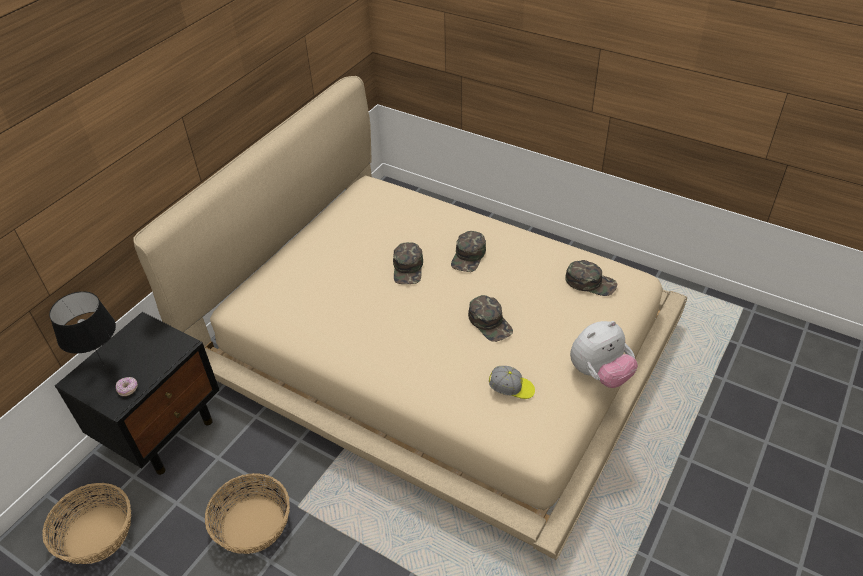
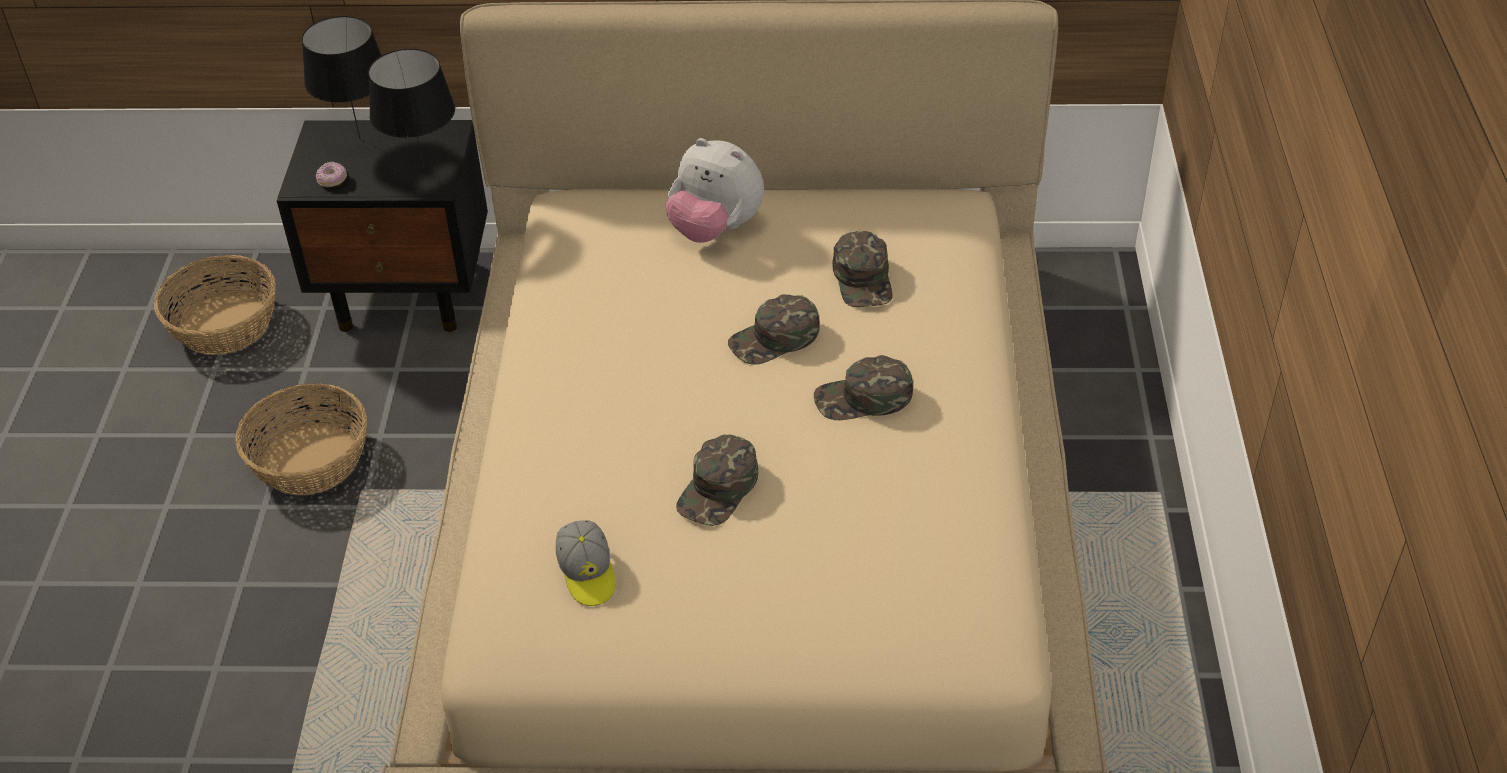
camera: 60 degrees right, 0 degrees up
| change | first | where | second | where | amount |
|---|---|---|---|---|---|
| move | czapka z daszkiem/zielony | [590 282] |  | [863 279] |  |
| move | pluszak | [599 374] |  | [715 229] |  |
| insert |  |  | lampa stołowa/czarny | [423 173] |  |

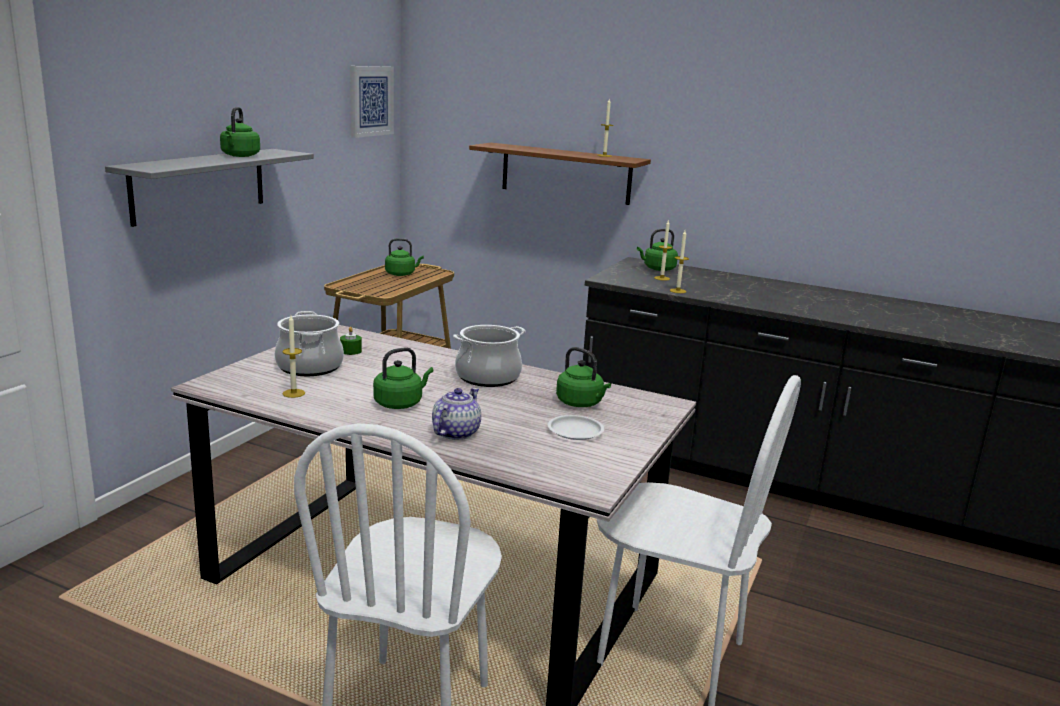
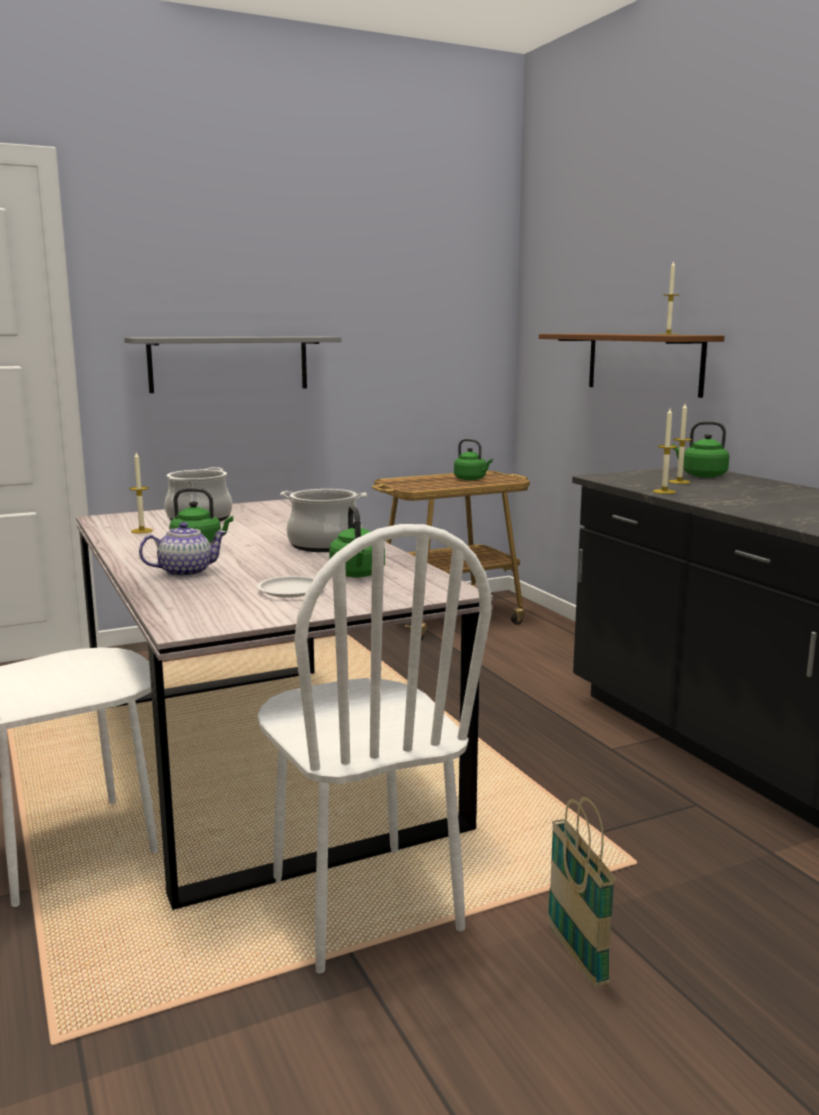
camera: 40 degrees right, 5 degrees down
| change | first | where | second | where | amount |
|---|---|---|---|---|---|
| delete | obraz | [370 101] |  |  |  |
| delete | czajnik/zielony | [240 156] |  |  |  |
| delete | świeca/zielony | [351 351] |  |  |  |
| insert |  |  | koszyk | [576 954] |  |

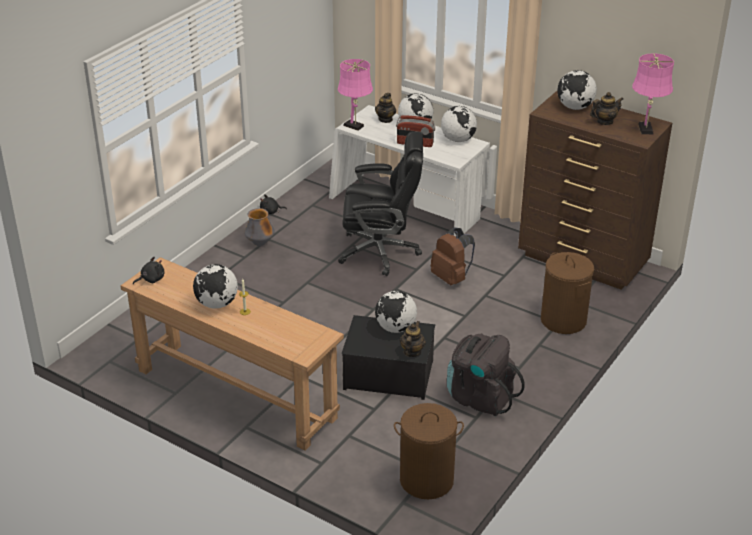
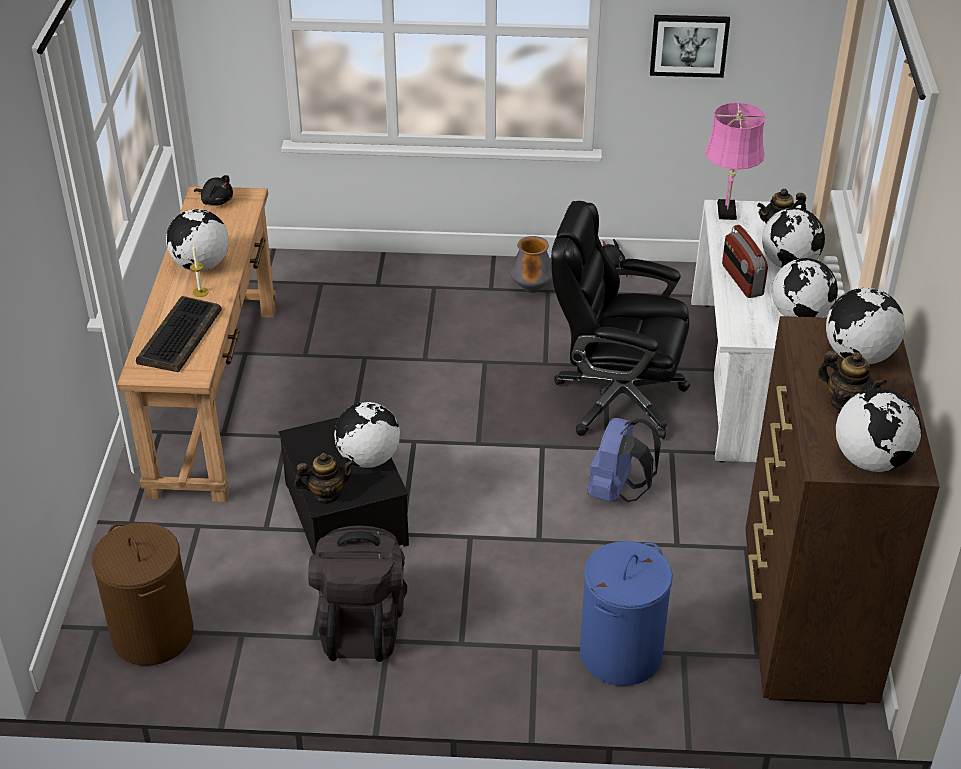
camera: 60 degrees right, 5 degrees up
| change | first | where | second | where | amount |
|---|---|---|---|---|---|
| replace | lampa stołowa/różowy | [646 130] | globus | [871 460] |  |
| rotate | krzesło biurowe/czarny | [381 251] |  | [616 398] | 135 degrees clockwise |
| recolor | plecak/brązowy | [451 278] | plecak/niebieski | [618 491] |  |
| recolor | kosz na pranie/brązowy | [563 320] | kosz na pranie/niebieski | [620 654] |  |
| insert |  |  | obraz | [689 45] |  |
| insert |  |  | klawiatura | [179 335] |  |

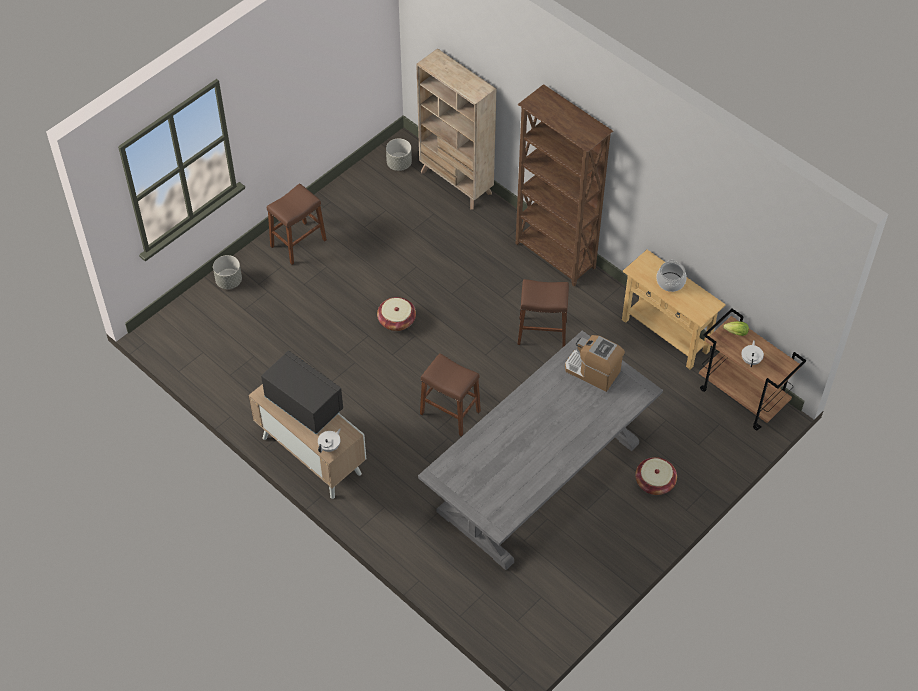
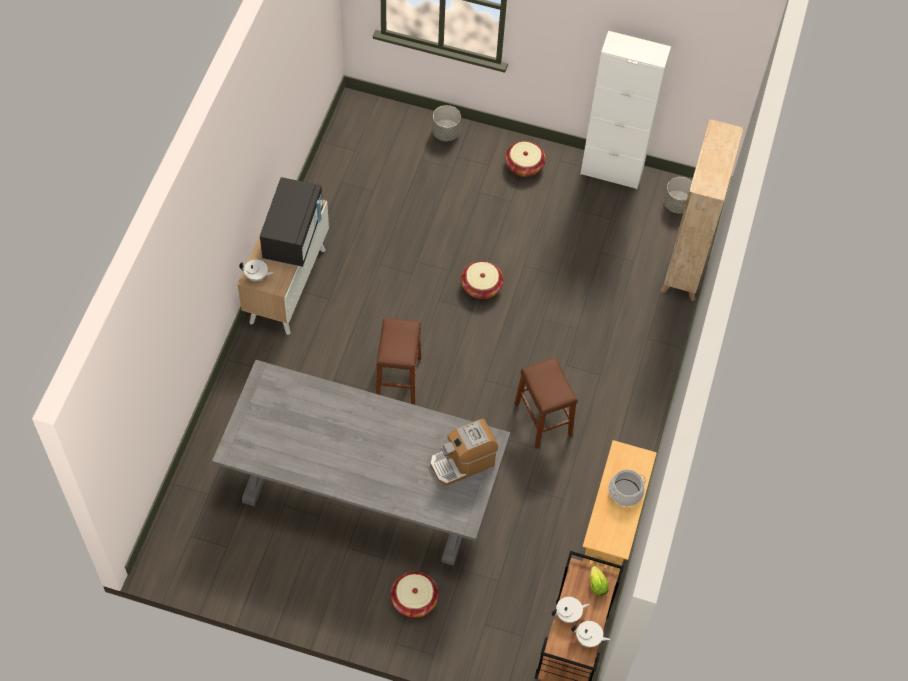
camera: 60 degrees right, 5 degrees up
| change | first | where | second | where | amount |
|---|---|---|---|---|---|
| delete | regał/brązowy | [555 256] |  |  |  |
| replace | stołek/brązowy | [298 243] | koszyk | [524 166] |  |
| rotate | ekspres do kawy | [592 371] |  | [462 462] | 120 degrees counterclockwise |
| insert |  |  | szafka/biały | [611 171] |  |
| insert |  |  | imbryk/biały | [588 639] |  |

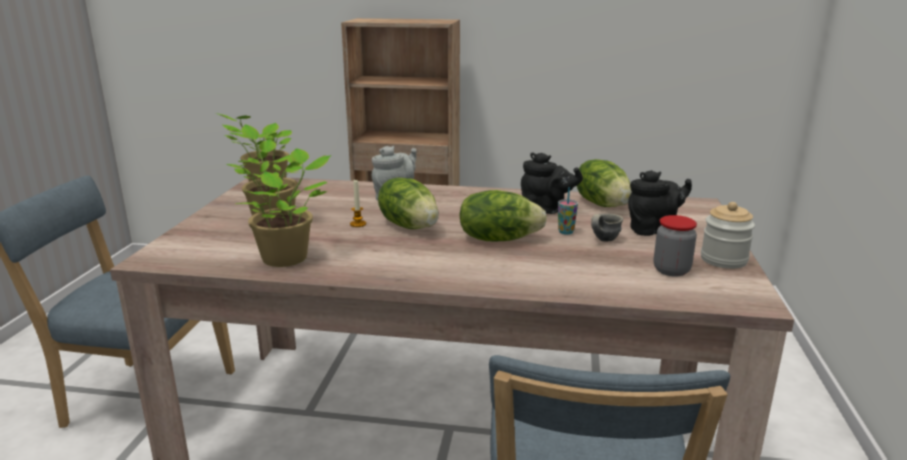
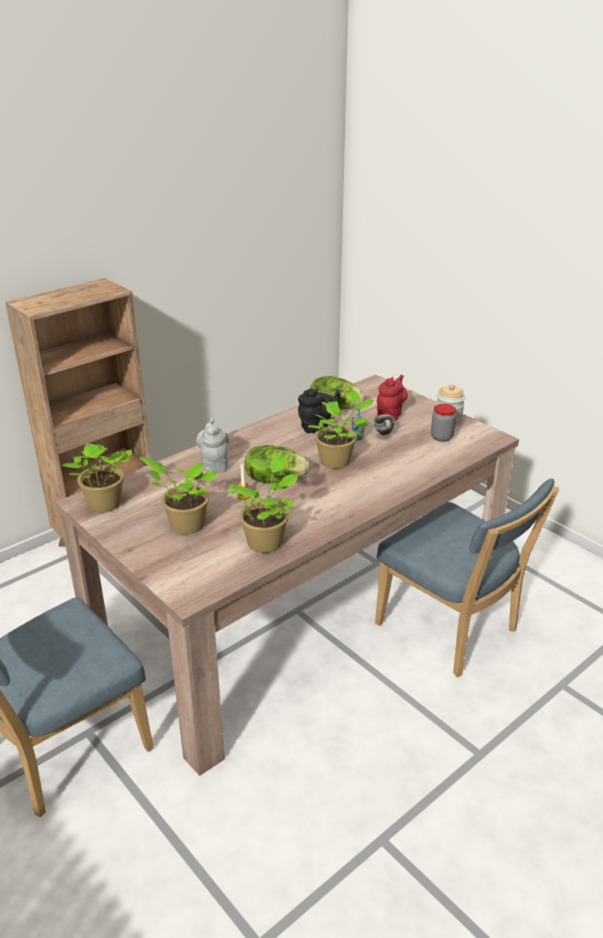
camera: 50 degrees left, 10 degrees up
| change | first | where | second | where | amount |
|---|---|---|---|---|---|
| recolor | imbryk/czarny | [653 230] | imbryk/czerwony | [390 414] |  |
| replace | sałata | [498 238] | roślina doniczkowa | [337 461] |  |

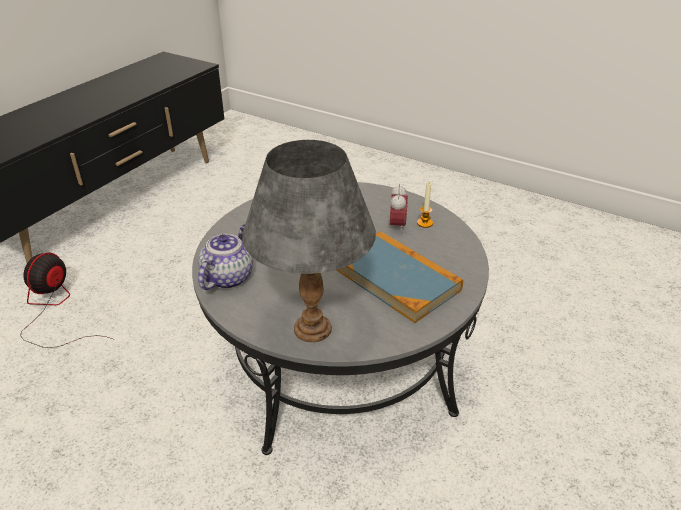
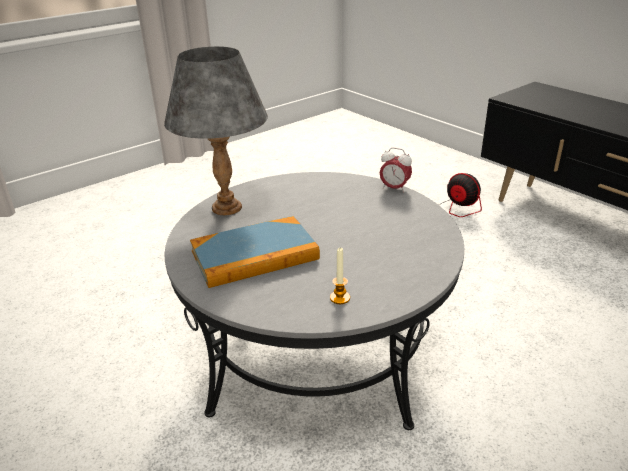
camera: 110 degrees right, 5 degrees down
| change | first | where | second | where | amount |
|---|---|---|---|---|---|
| move | budzik | [397 226] |  | [394 188] |  |
| delete | imbryk | [228 277] |  |  |  |

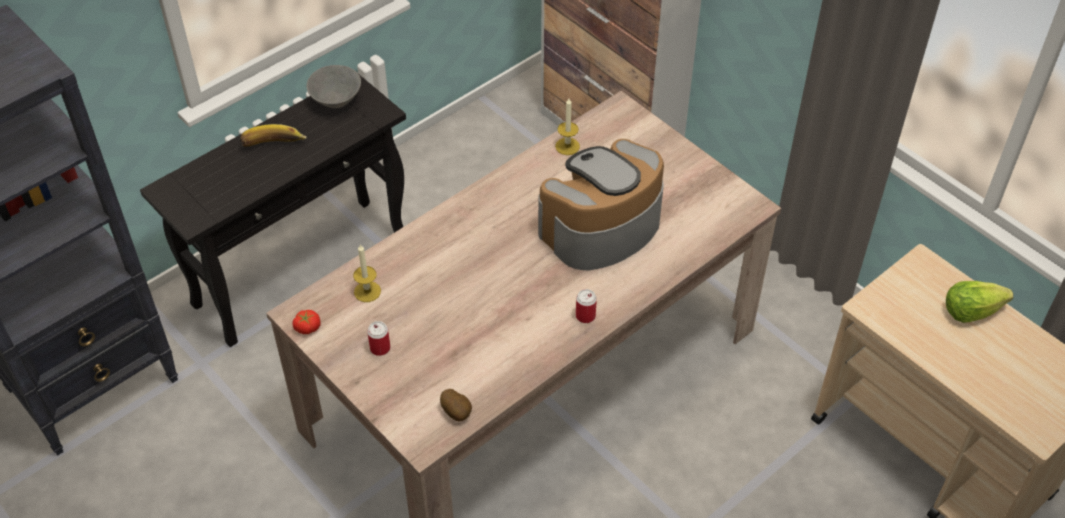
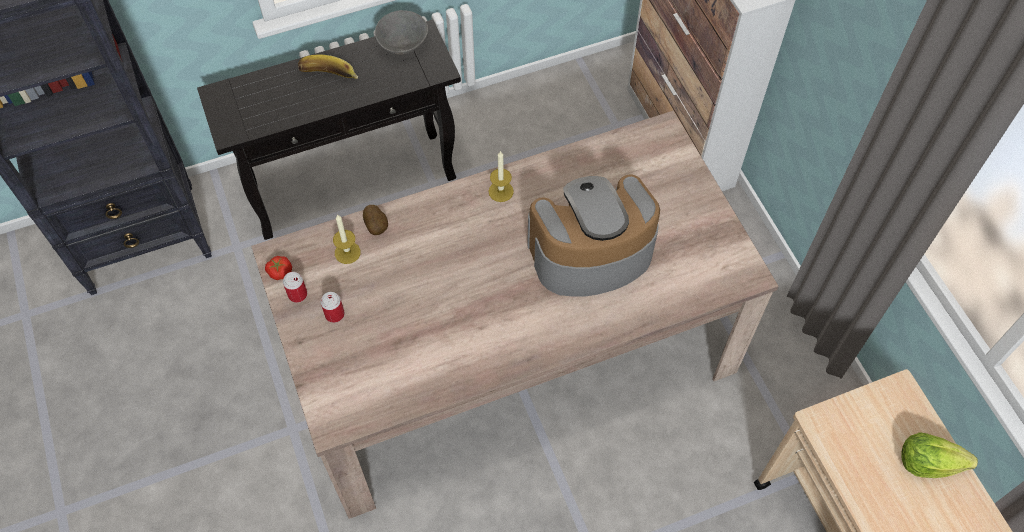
camera: 20 degrees right, 10 degrees up
| change | first | where | second | where | amount |
|---|---|---|---|---|---|
| move | świeca | [567 146] |  | [501 191] |  |
| move | puszka | [585 316] |  | [297 294] |  |
| move | ziemniak | [457 412] |  | [377 226] |  |

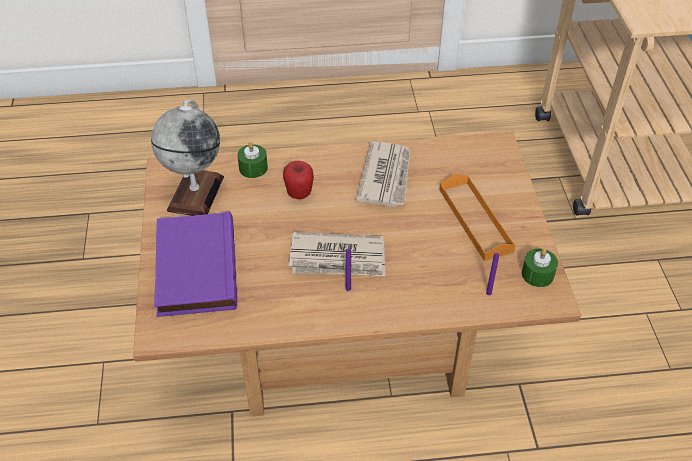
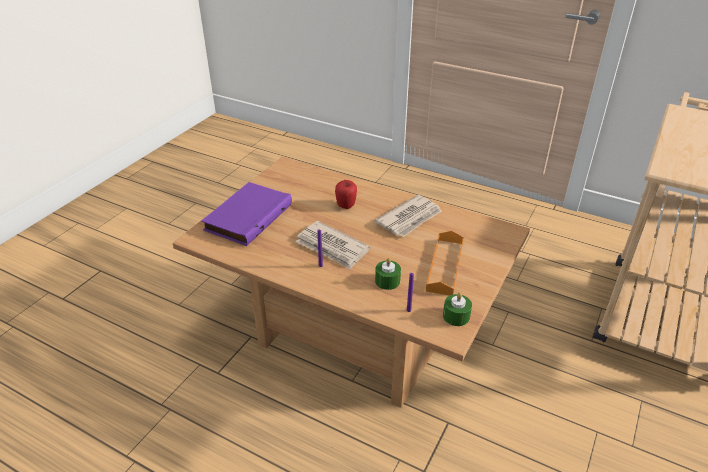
camera: 35 degrees right, 10 degrees down
| change | first | where | second | where | amount |
|---|---|---|---|---|---|
| delete | globus | [195 193] |  |  |  |
| move | świeca/zielony | [253 168] |  | [387 281] |  |

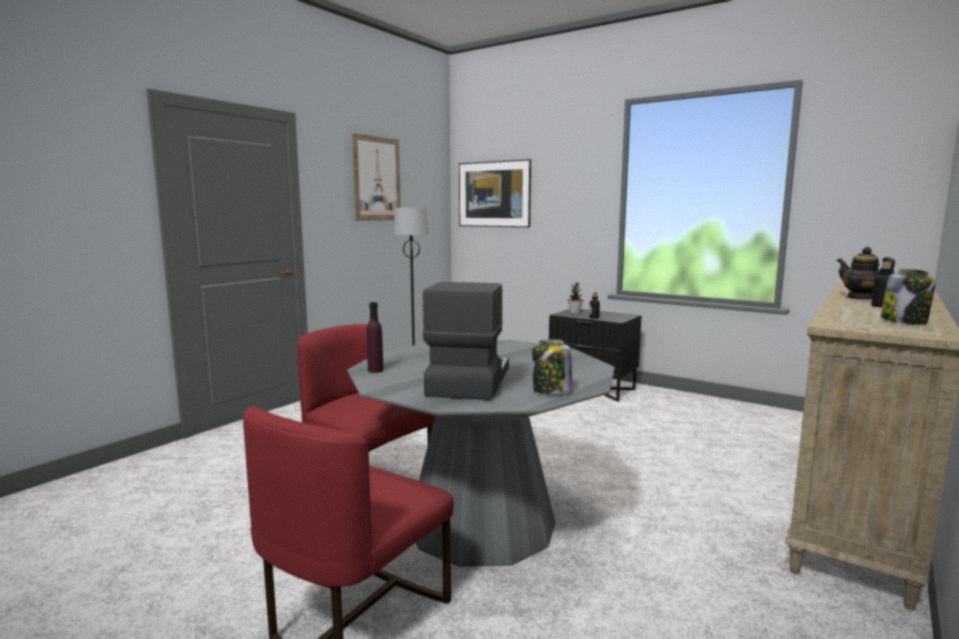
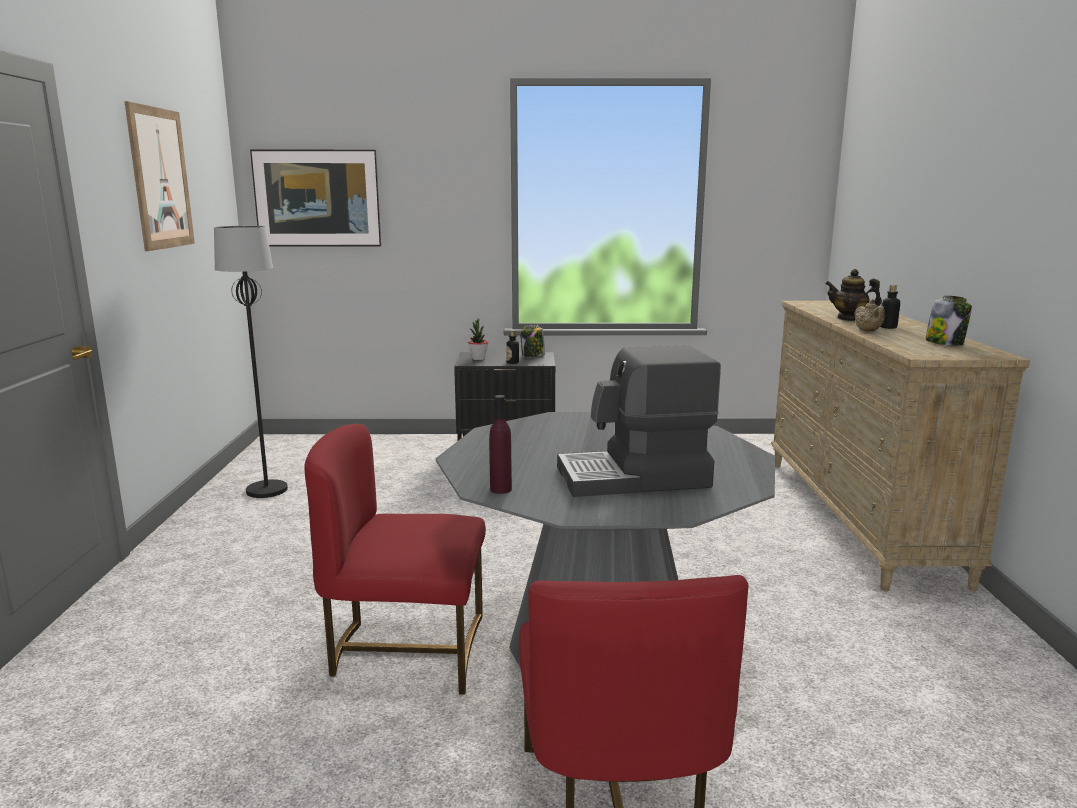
camera: 35 degrees left, 5 degrees up
| change | first | where | second | where | amount |
|---|---|---|---|---|---|
| rotate | ekspres do kawy | [467 381] |  | [634 478] | 75 degrees counterclockwise |
| move | słoik | [551 391] |  | [532 356] |  |
| insert |  |  | imbryk/beżowy | [868 331] |  |

